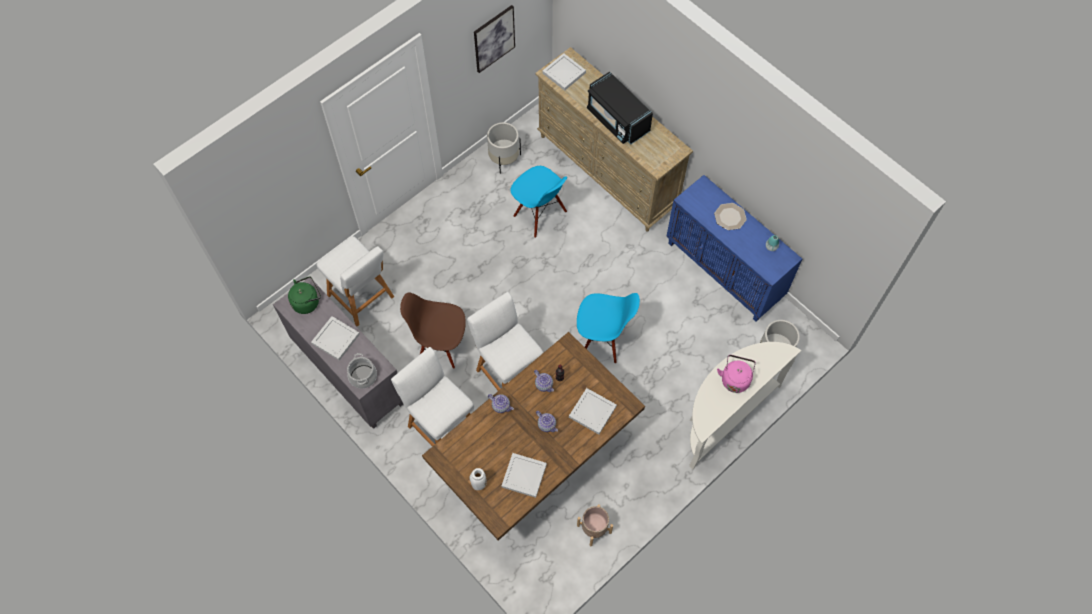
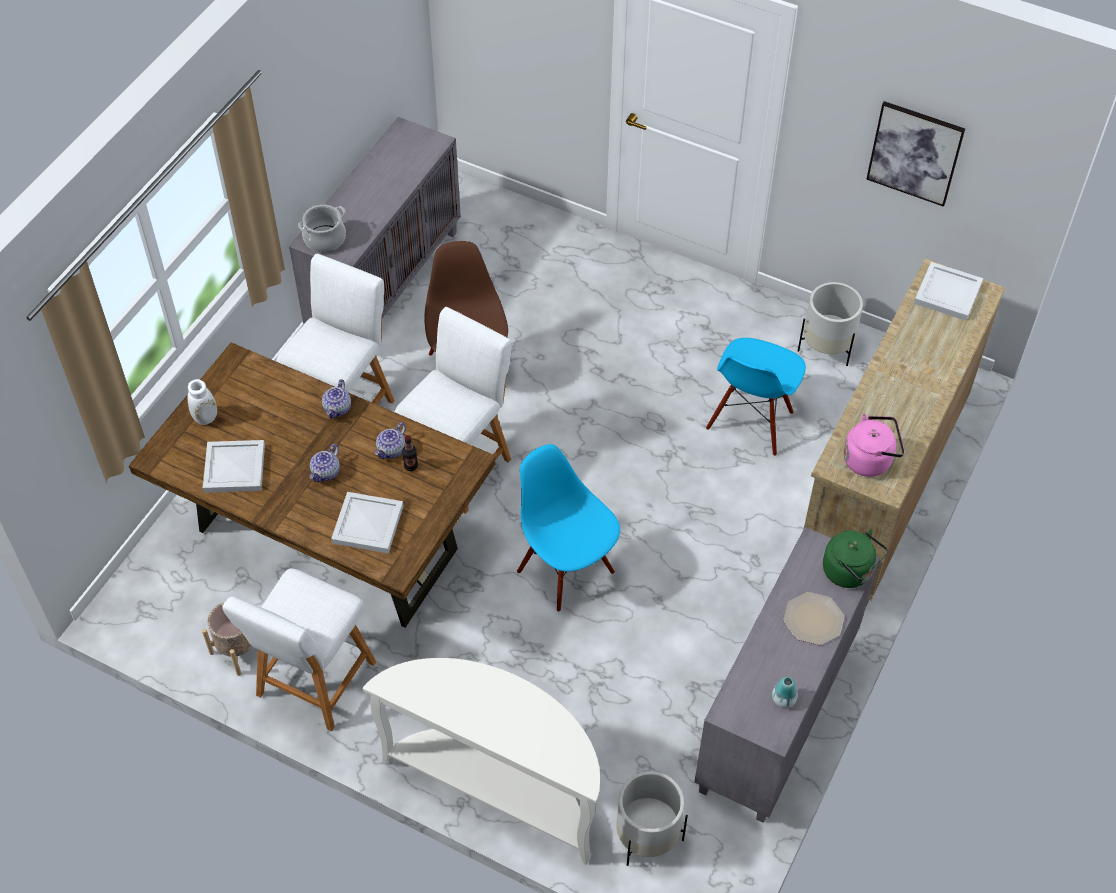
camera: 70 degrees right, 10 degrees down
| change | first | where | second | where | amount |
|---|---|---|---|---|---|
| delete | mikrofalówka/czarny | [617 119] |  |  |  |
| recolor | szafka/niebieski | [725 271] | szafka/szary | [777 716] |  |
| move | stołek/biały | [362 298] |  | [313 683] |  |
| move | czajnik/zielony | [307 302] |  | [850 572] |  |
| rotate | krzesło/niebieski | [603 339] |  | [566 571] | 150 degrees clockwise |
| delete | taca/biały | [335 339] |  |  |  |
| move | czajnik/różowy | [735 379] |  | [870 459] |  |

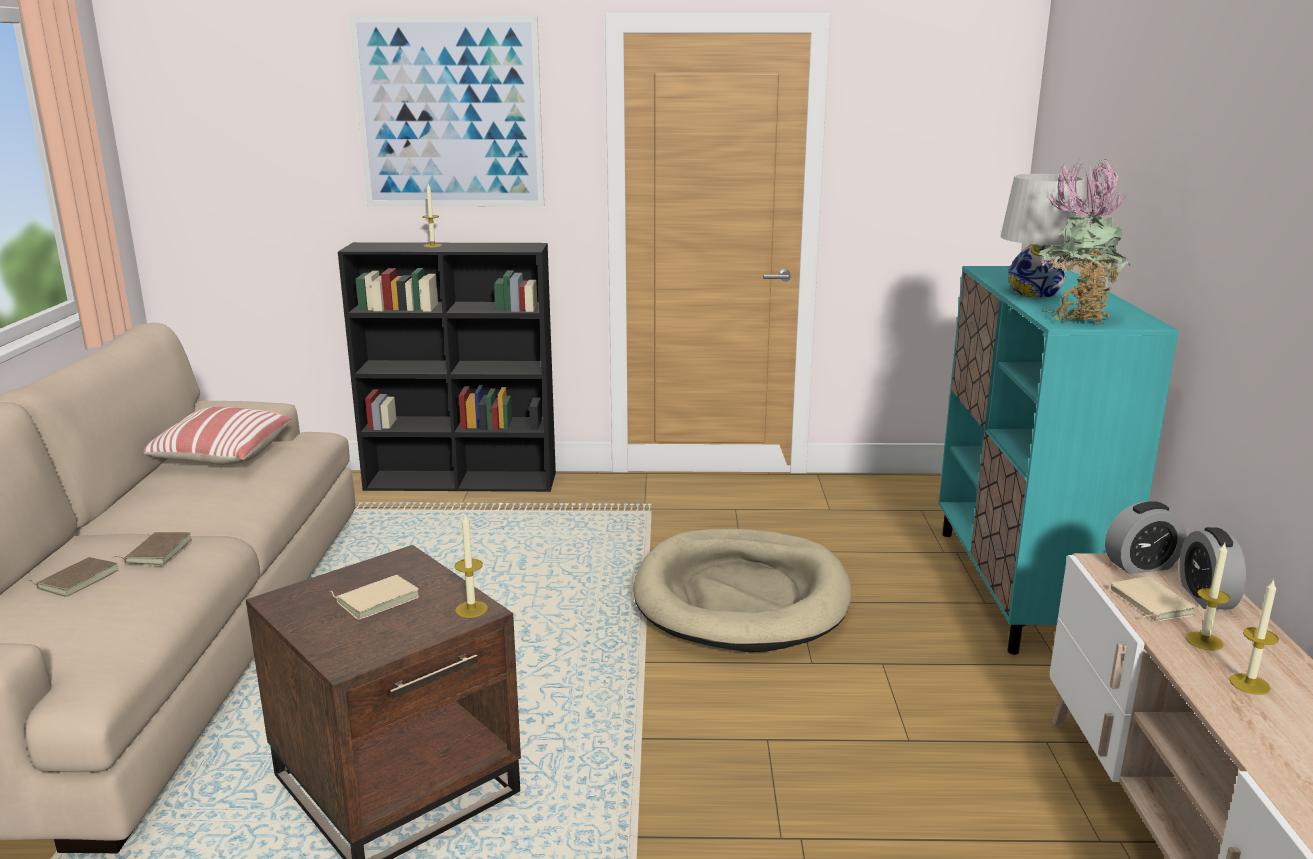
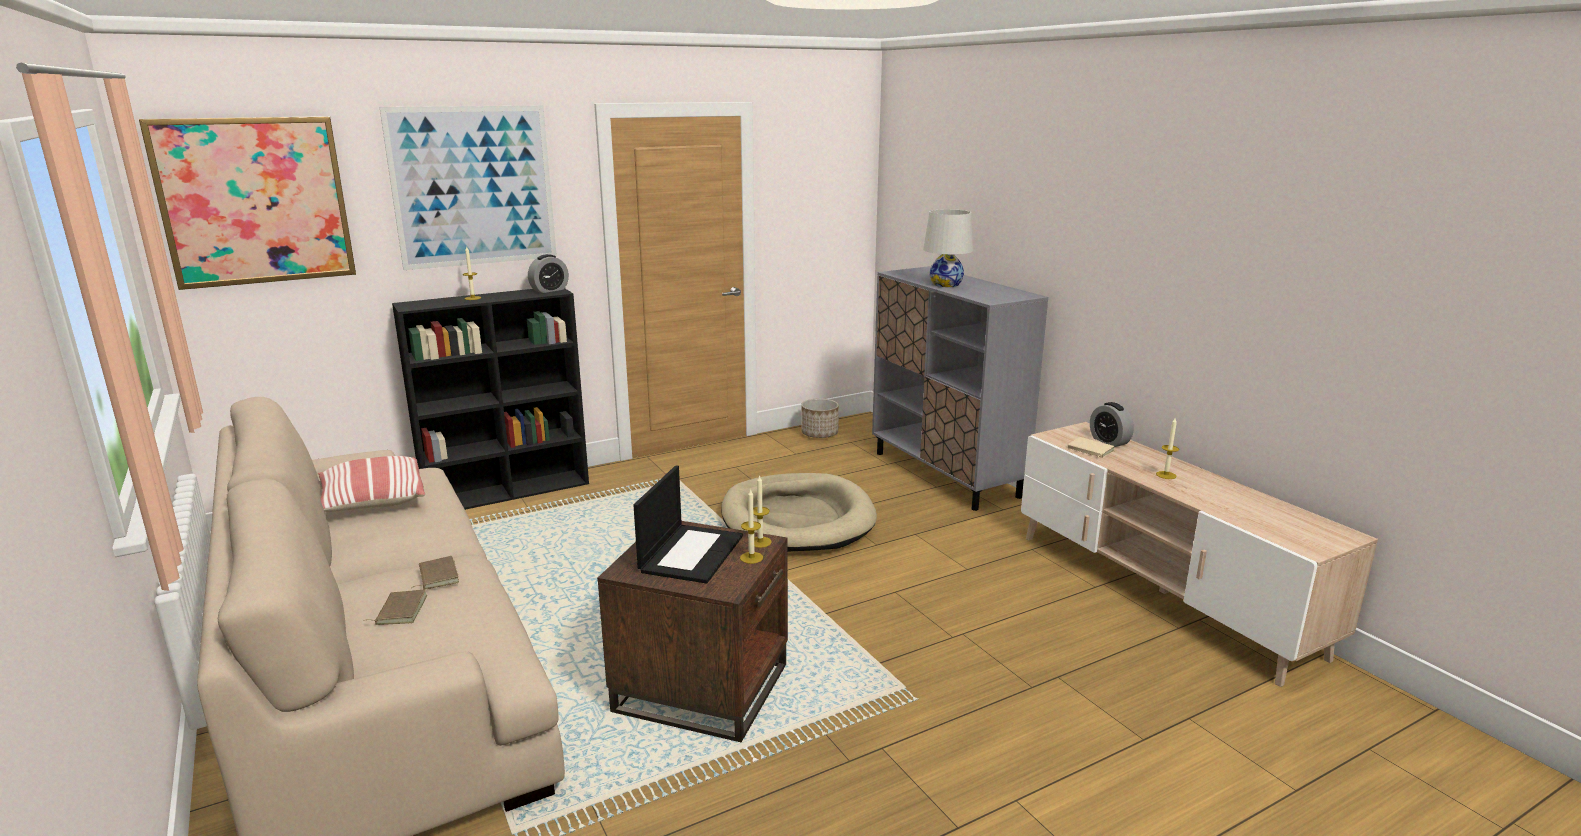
camera: 30 degrees left, 0 degrees up
| change | first | where | second | where | amount |
|---|---|---|---|---|---|
| delete | roślina doniczkowa | [1074 318] |  |  |  |
| recolor | szafka/turkusowy | [1018 588] | szafka/szary | [945 474] |  |
| move | budzik | [1140 565] |  | [549 290] |  |
| move | świeca | [1204 641] |  | [751 557] |  |
| replace | książka/beżowy | [377 599] | laptop | [691 553] |  |
| insert |  |  | obraz | [255 201] |  |
| insert |  |  | donica | [820 434] |  |

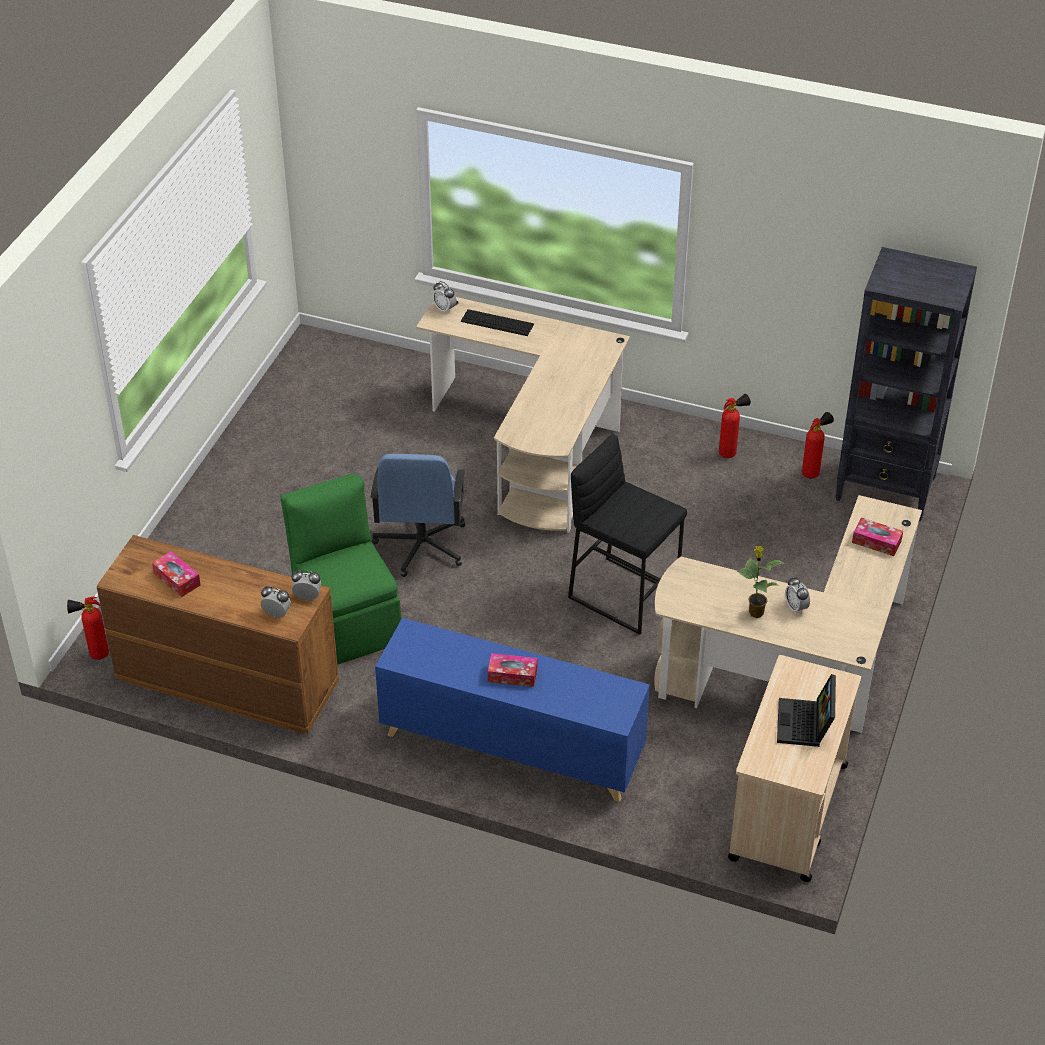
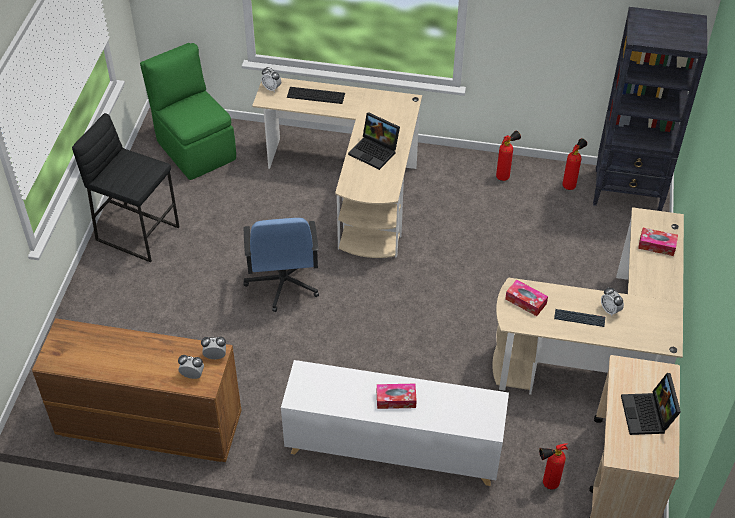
camera: 10 degrees left, 5 degrees up
| change | first | where | second | where | amount |
|---|---|---|---|---|---|
| move | stołek/czarny | [624 595] |  | [138 233] |  |
| move | krzesło/zielony | [347 619] |  | [195 148] |  |
| replace | roślina doniczkowa | [755 612] | klawiatura | [579 318] |  |
| move | pudełko chusteczek | [177 579] |  | [525 301] |  |
| move | gaśnica | [94 654] |  | [546 484] |  |
| recolor | szafka/niebieski | [511 746] | szafka/biały | [392 449] |  |
| insert |  |  | laptop | [375 151] |  |

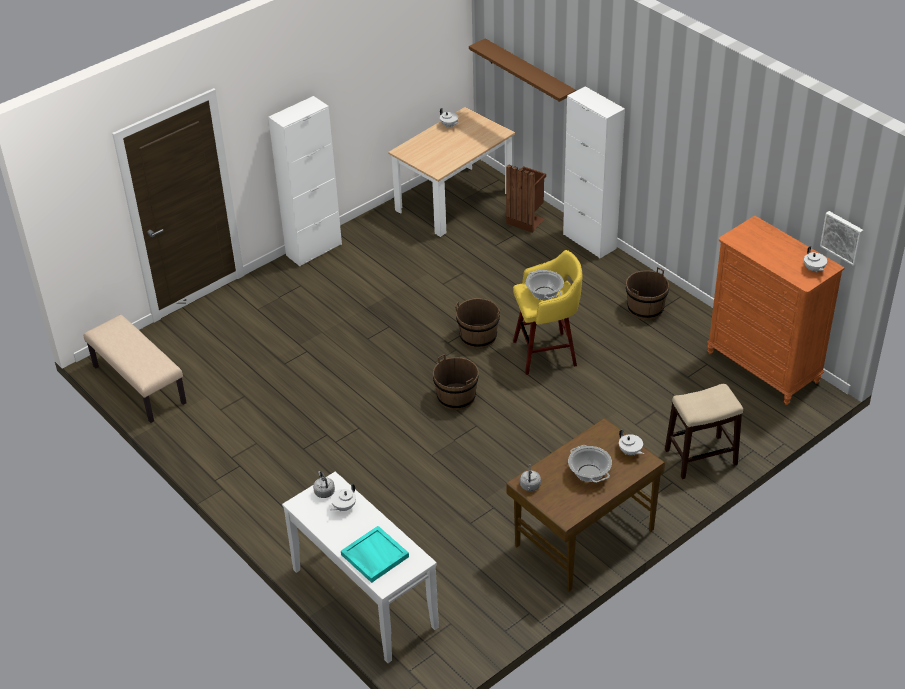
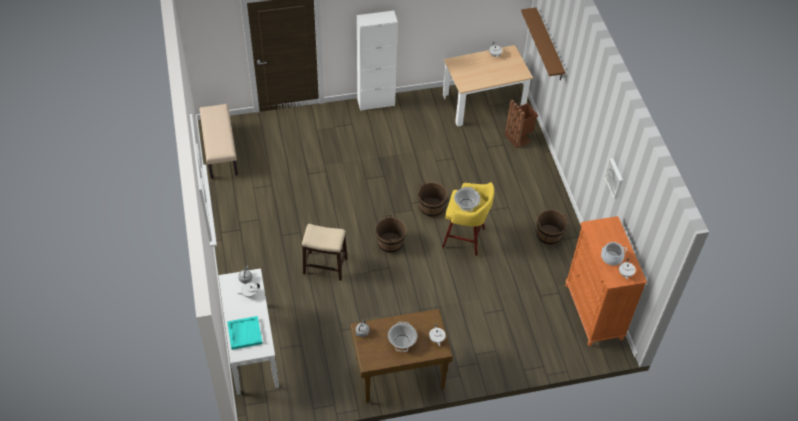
camera: 25 degrees right, 10 degrees up
| change | first | where | second | where | amount |
|---|---|---|---|---|---|
| delete | szafka/biały | [589 241] |  |  |  |
| move | obraz | [843 237] |  | [615 178] |  |
| move | stołek | [700 457] |  | [325 266] |  |
| insert |  |  | garnek | [611 257] |  |

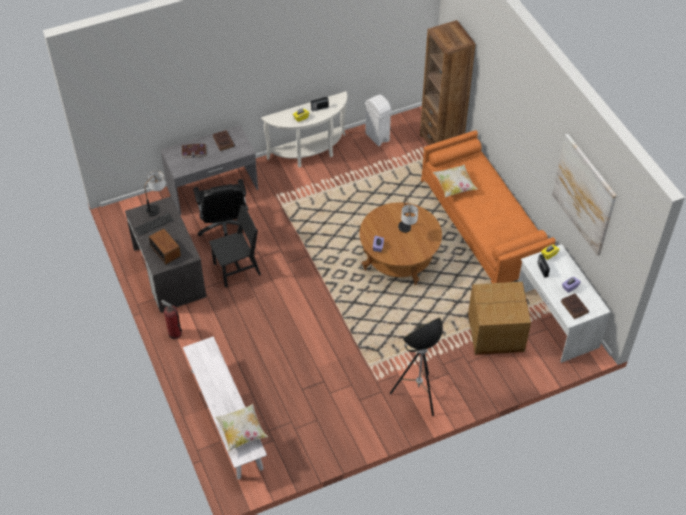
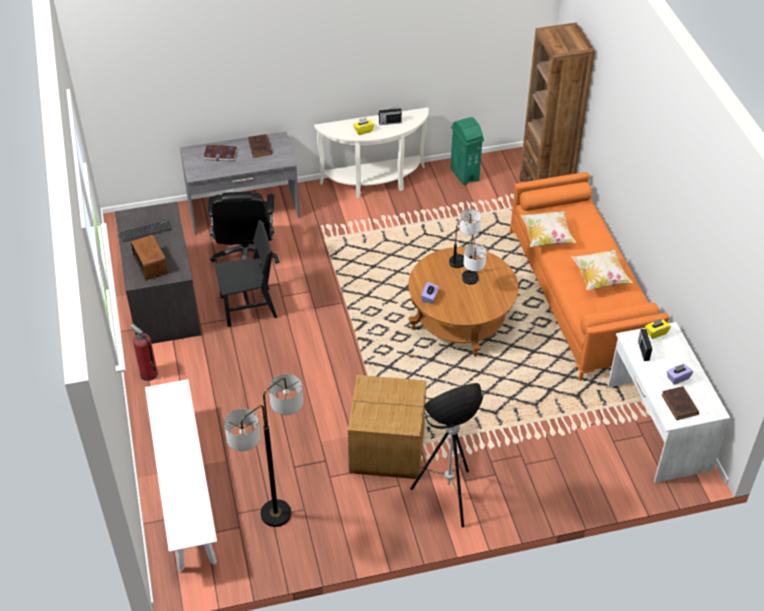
camera: 10 degrees right, 5 degrees down
| change | first | where | second | where | amount |
|---|---|---|---|---|---|
| recolor | kosz na śmieci/biały | [377 137] | kosz na śmieci/zielony | [464 174] |  |
| delete | obraz | [584 194] |  |  |  |
| move | lampa stołowa | [157 206] |  | [463 257] |  |
| move | karton | [496 333] |  | [388 449] |  |
| move | poduszka | [242 432] |  | [599 278] |  |
| insert |  |  | lampa stojąca | [275 514] |  |

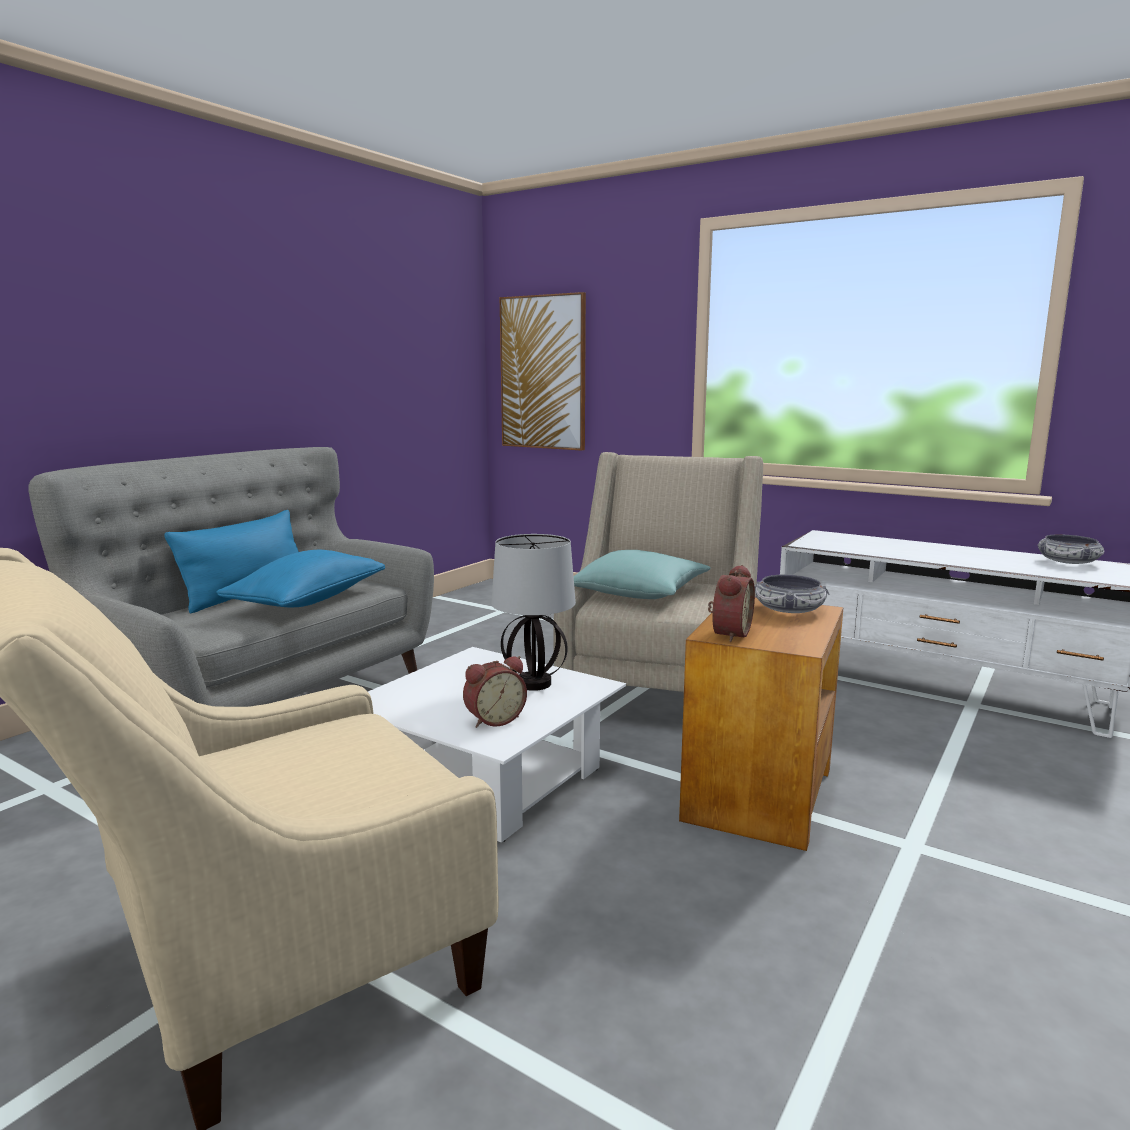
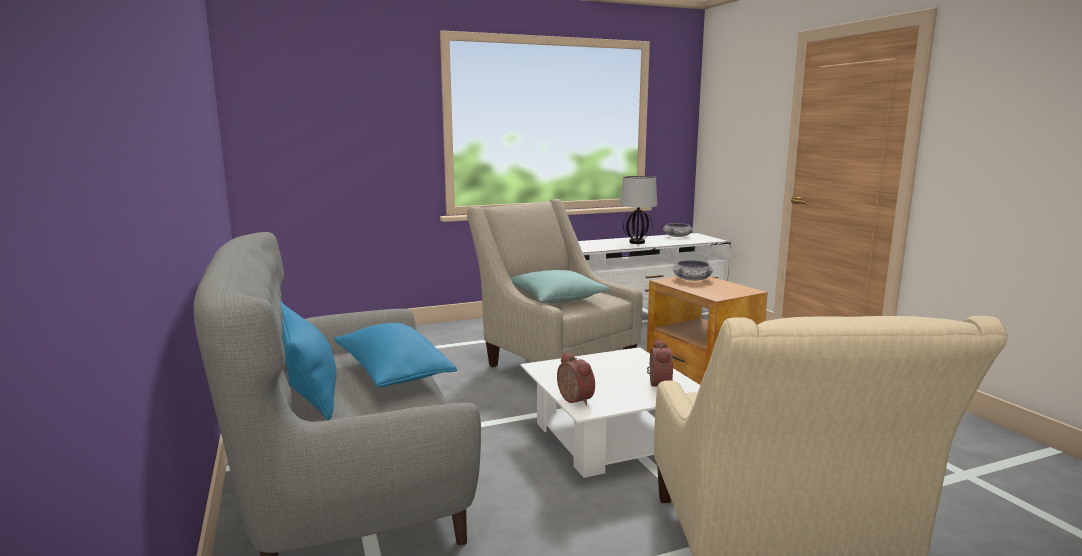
camera: 55 degrees left, 0 degrees up
| change | first | where | second | where | amount |
|---|---|---|---|---|---|
| delete | obraz | [543 373] |  |  |  |
| move | lampa stołowa | [535 684] |  | [637 242] |  |
| move | budzik | [728 634] |  | [573 400] |  |

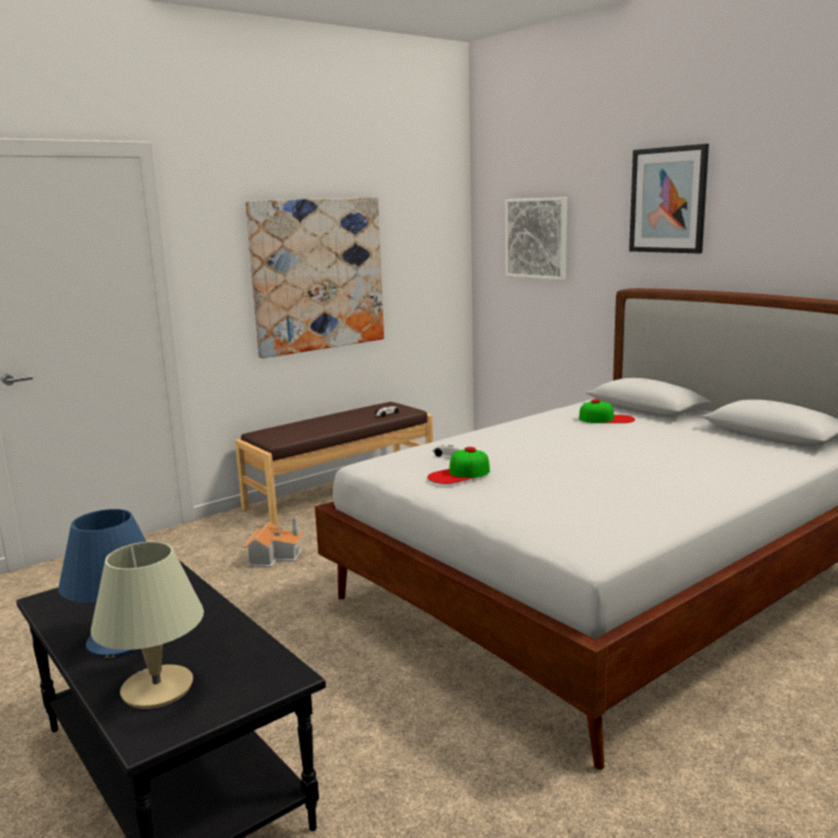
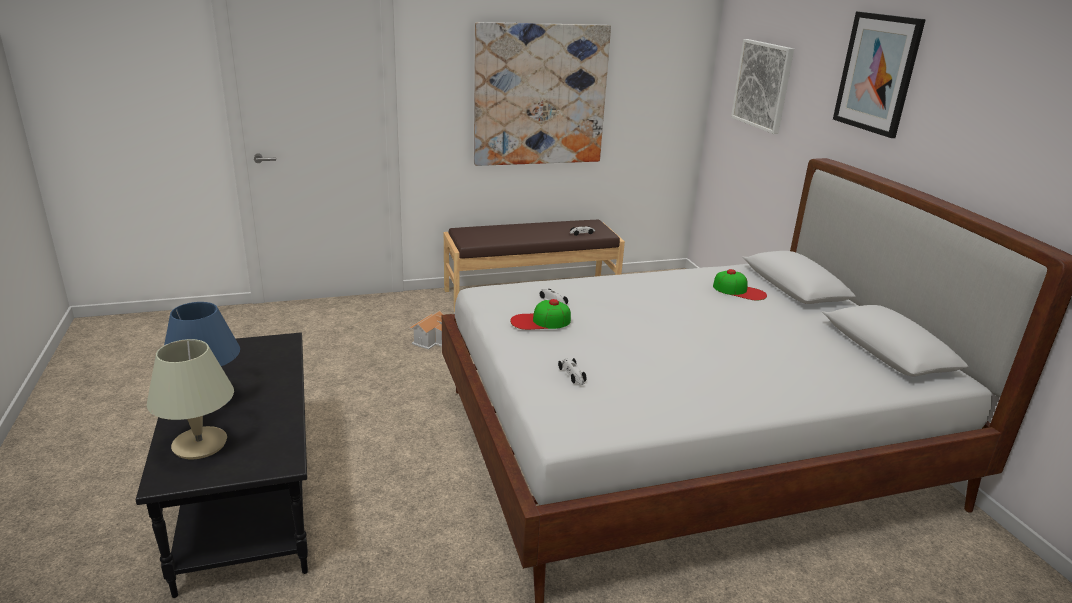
camera: 20 degrees right, 10 degrees up
| change | first | where | second | where | amount |
|---|---|---|---|---|---|
| insert |  |  | samochodzik | [572 375] |  |

